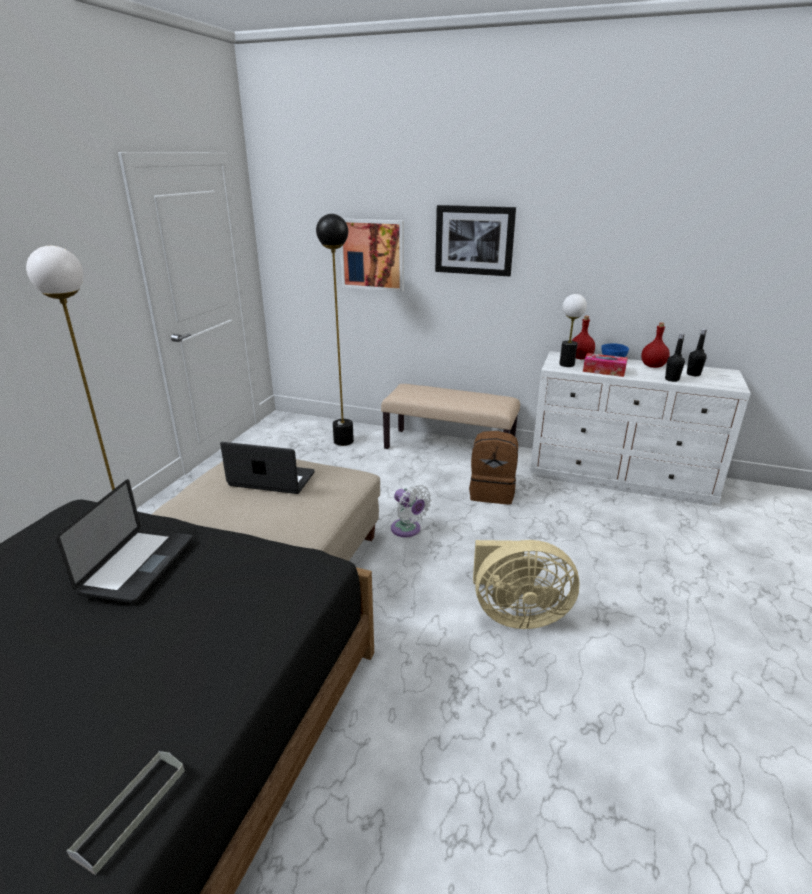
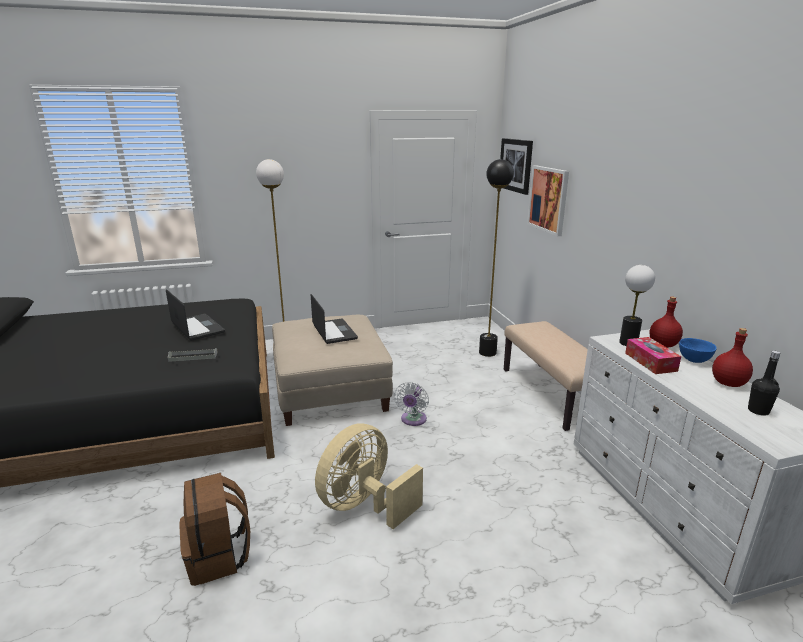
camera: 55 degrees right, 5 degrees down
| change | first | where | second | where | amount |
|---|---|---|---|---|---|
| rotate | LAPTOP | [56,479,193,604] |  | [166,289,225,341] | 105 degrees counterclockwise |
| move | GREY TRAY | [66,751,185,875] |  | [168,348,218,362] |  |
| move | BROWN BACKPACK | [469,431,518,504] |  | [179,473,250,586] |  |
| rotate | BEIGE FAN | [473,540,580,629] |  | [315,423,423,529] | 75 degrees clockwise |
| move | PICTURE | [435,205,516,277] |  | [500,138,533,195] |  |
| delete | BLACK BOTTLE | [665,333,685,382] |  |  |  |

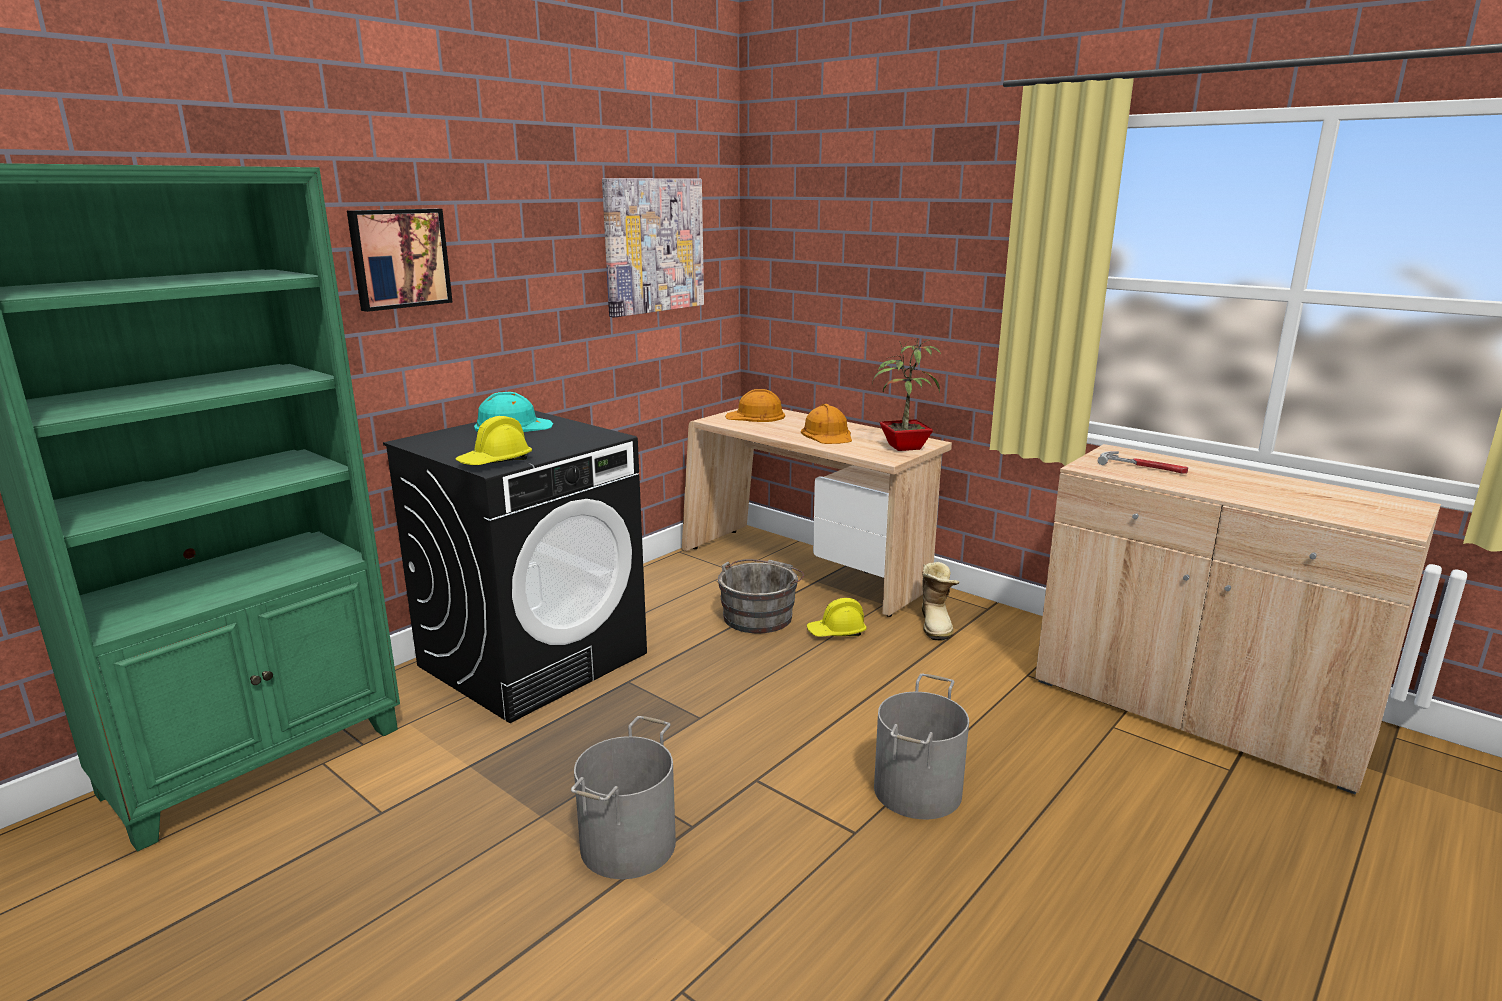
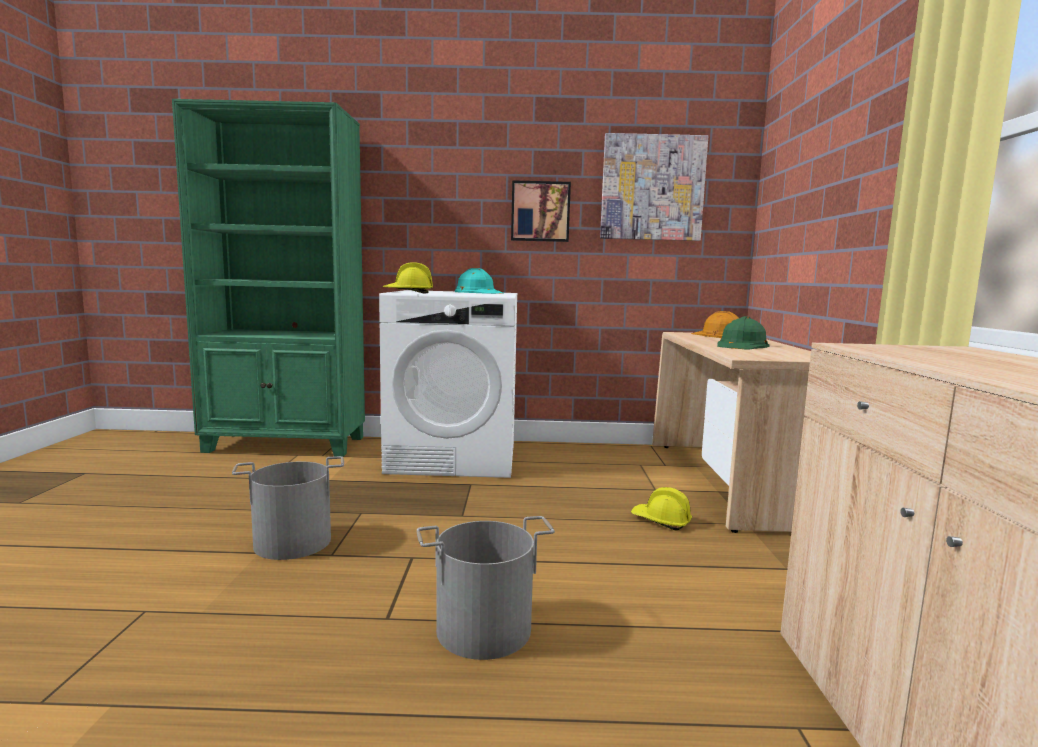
camera: 50 degrees right, 10 degrees down
| change | first | where | second | where | amount |
|---|---|---|---|---|---|
| recolor | BLACK WASHING MACHINE | [383,410,647,723] | WHITE WASHING MACHINE | [379,290,517,478] |  |
| move | PICTURE | [347,209,453,312] |  | [511,180,571,242] |  |
| recolor | ORANGE HARD HAT | [801,404,852,444] | GREEN HARD HAT | [717,316,769,349] |  |
| delete | GREY BUCKET | [718,559,804,633] |  |  |  |
| delete | POTTED PLANT | [872,338,941,451] |  |  |  |
| delete | BOOT | [922,562,960,641] |  |  |  |
| delete | HAMMER | [1098,451,1188,474] |  |  |  |

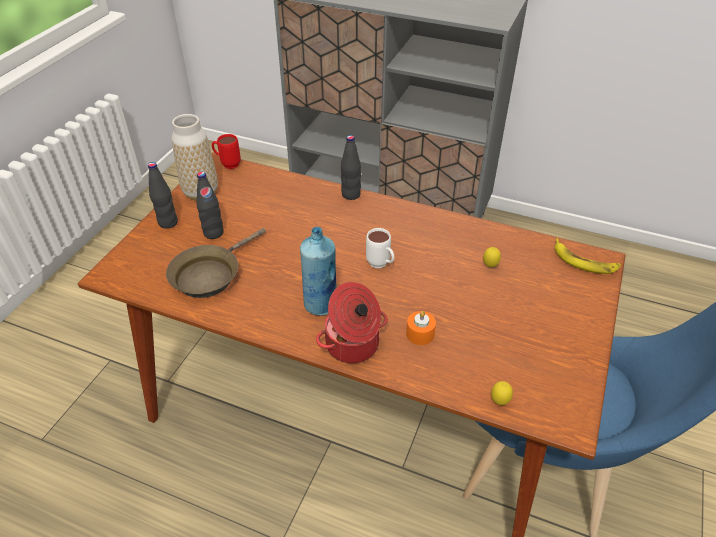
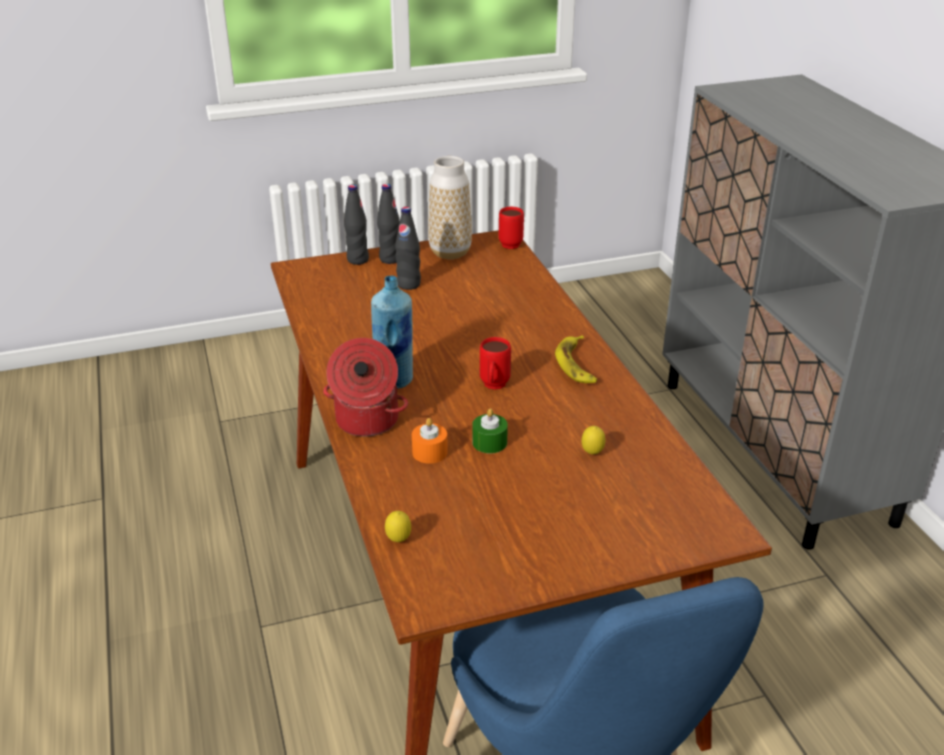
camera: 50 degrees right, 10 degrees down
| change | first | where | second | where | amount |
|---|---|---|---|---|---|
| move | BLACK BOTTLE | [341,135,361,200] |  | [344,184,369,265] |  |
| insert |  |  | GREEN CANDLE | [473,408,508,454] |  |
| recolor | WHITE MUG | [366,228,394,268] | RED MUG | [480,337,511,390] |  |
| move | BANANA | [555,239,621,274] |  | [555,335,597,383] |  |
| delete | BROWN FRYING PAN | [166,228,266,298] |  |  |  |

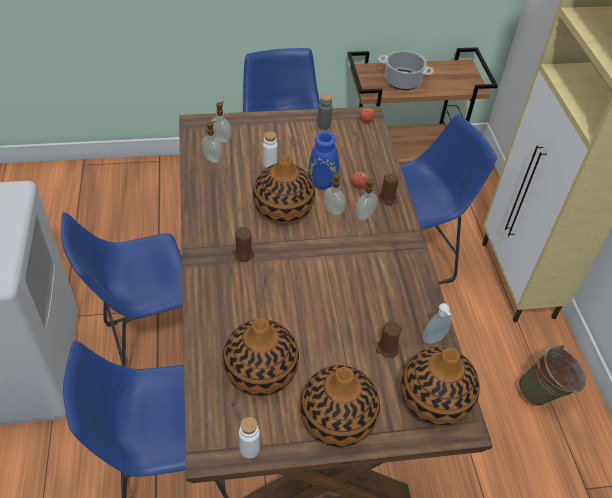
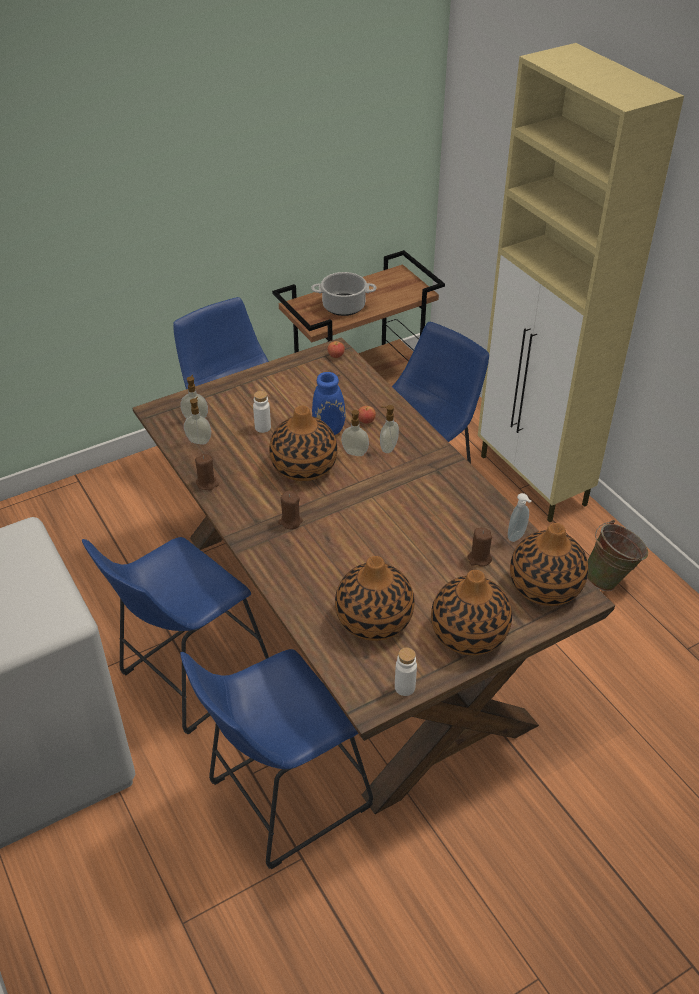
camera: 20 degrees left, 5 degrees down
| change | first | where | second | where | amount |
|---|---|---|---|---|---|
| move | BROWN CANDLE | [379,174,399,206] |  | [195,454,219,491] |  |
| delete | GREY BOTTLE | [317,94,332,130] |  |  |  |

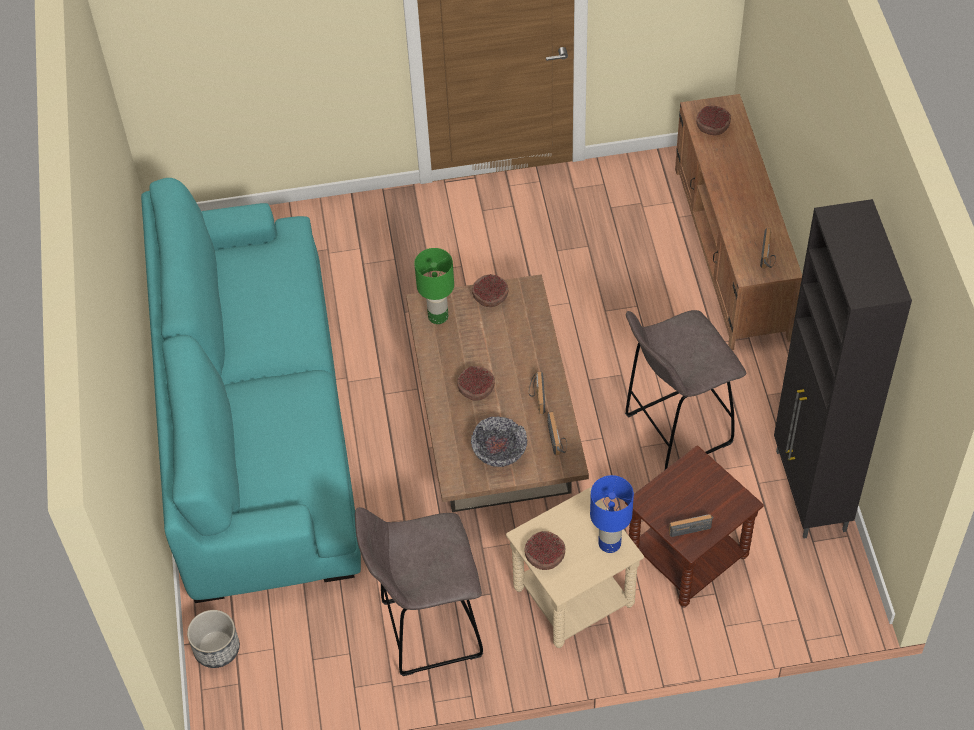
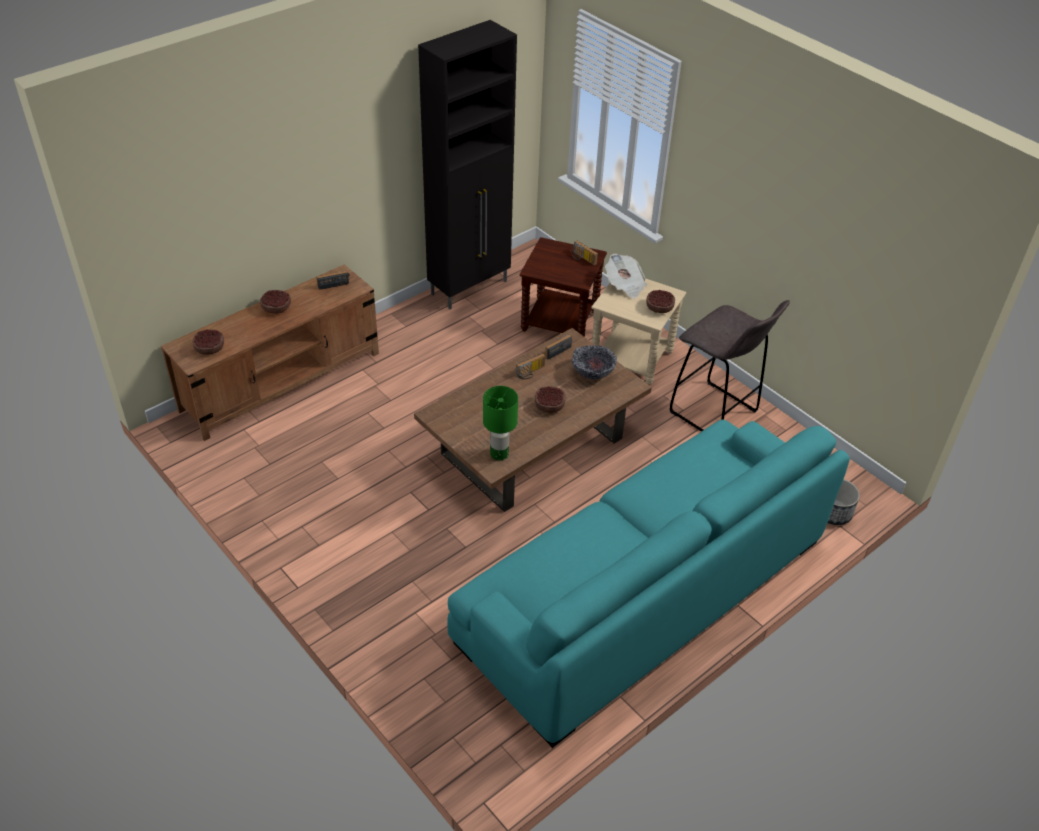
camera: 125 degrees left, 10 degrees down
| change | first | where | second | where | amount |
|---|---|---|---|---|---|
| move | BOWL | [472,274,508,307] |  | [260,290,291,314] |  |
| replace | BLUE TABLE LAMP | [590,475,634,553] | NEWSPAPER | [605,253,647,299] |  |
| delete | GREY STOOL | [625,310,746,470] |  |  |  |

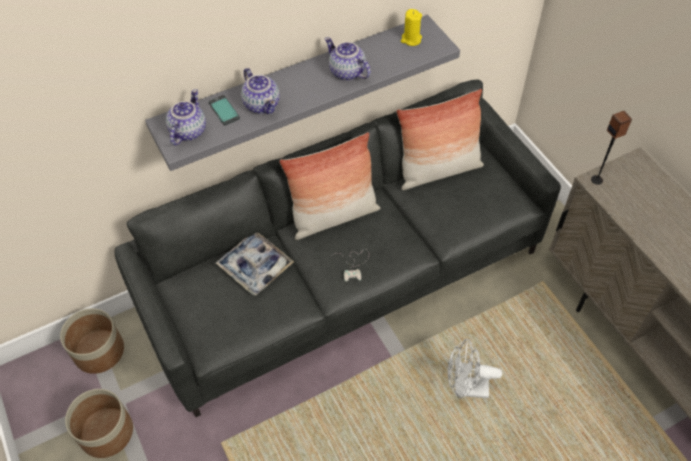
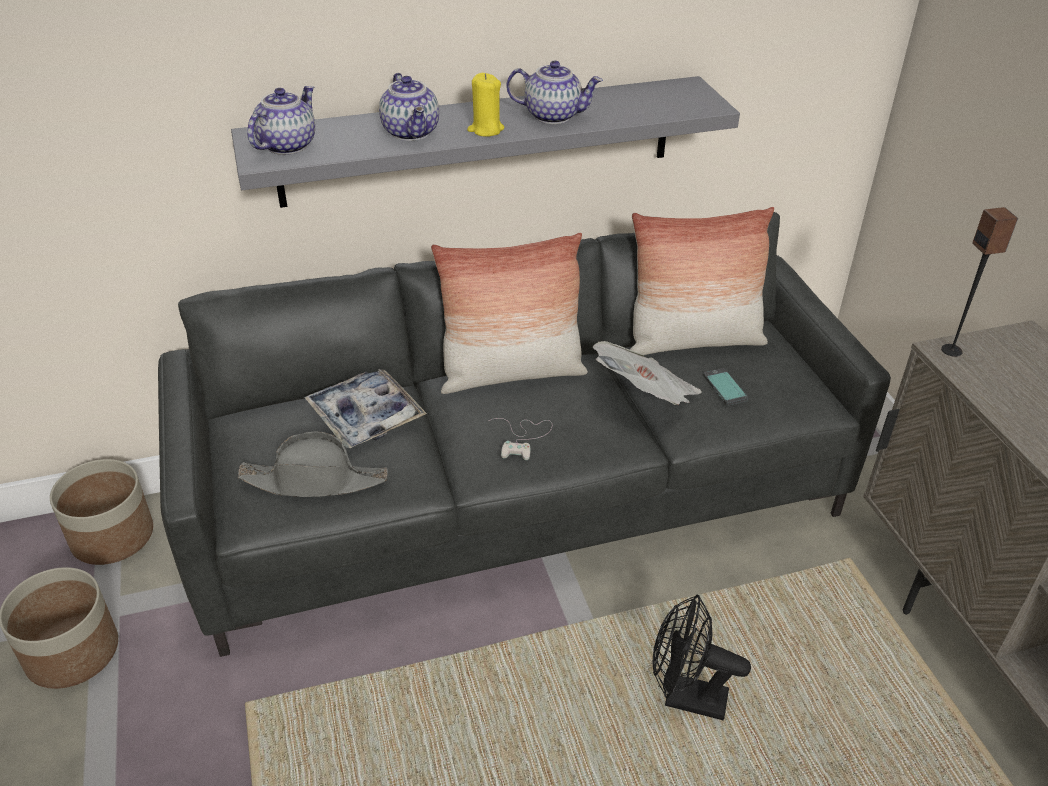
camera: 10 degrees right, 15 degrees down
| change | first | where | second | where | amount |
|---|---|---|---|---|---|
| insert |  |  | GREY HAT | [238,431,388,497] |  |
| move | YELLOW CANDLE | [401,9,422,46] |  | [467,73,504,137] |  |
| rotate | TEAPOT | [324,37,371,81] |  | [506,60,603,124] | 135 degrees clockwise |
| insert |  |  | NEWSPAPER | [593,341,702,405] |  |
| recolor | WHITE FAN | [448,338,502,399] | BLACK FAN | [653,595,751,720] |  |
| move | PHONE | [208,95,240,125] |  | [703,368,748,406] |  |

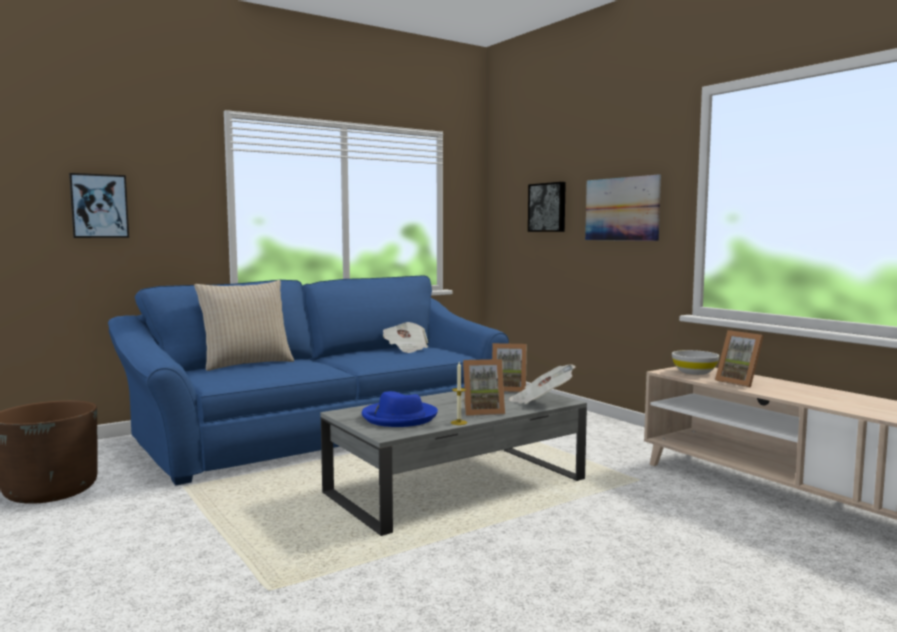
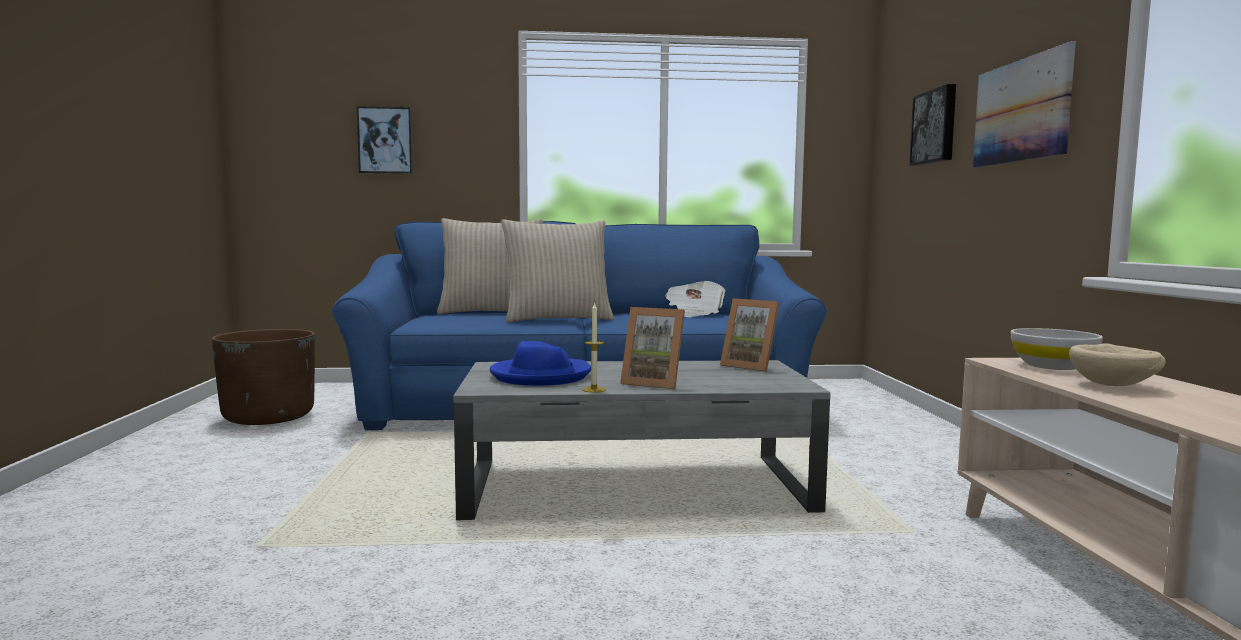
camera: 30 degrees right, 0 degrees up
| change | first | where | second | where | amount |
|---|---|---|---|---|---|
| insert |  |  | BEIGE PILLOW | [501,219,614,322] |  |
| replace | PICTURE FRAME | [715,330,764,388] | BEIGE BOWL | [1069,343,1166,386] |  |
| delete | NEWSPAPER | [509,364,576,404] |  |  |  |

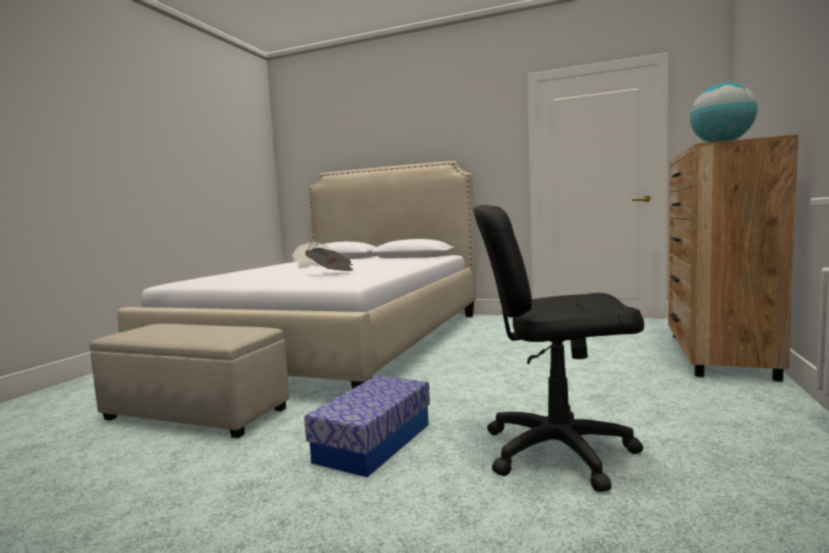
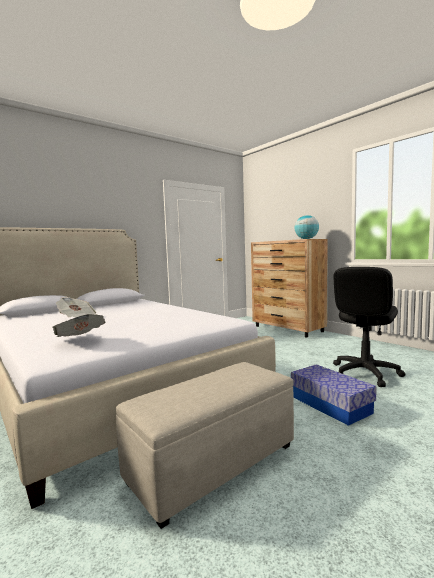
camera: 60 degrees left, 0 degrees up
| change | first | where | second | where | amount |
|---|---|---|---|---|---|
| move | NEWSPAPER | [306,248,354,271] |  | [52,314,105,337] |  |

